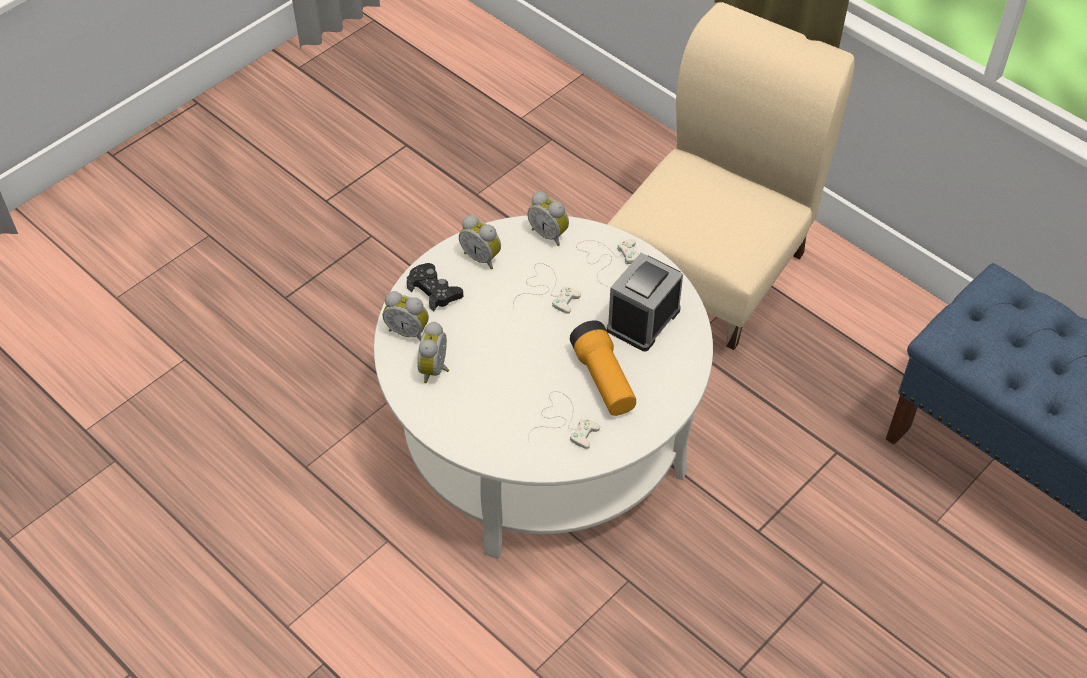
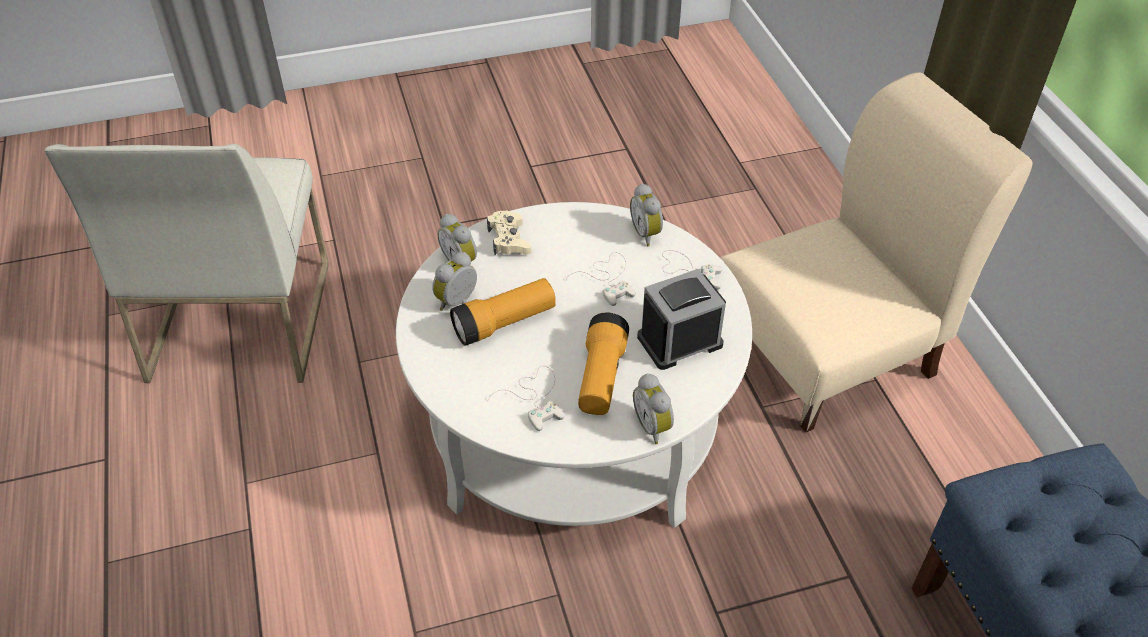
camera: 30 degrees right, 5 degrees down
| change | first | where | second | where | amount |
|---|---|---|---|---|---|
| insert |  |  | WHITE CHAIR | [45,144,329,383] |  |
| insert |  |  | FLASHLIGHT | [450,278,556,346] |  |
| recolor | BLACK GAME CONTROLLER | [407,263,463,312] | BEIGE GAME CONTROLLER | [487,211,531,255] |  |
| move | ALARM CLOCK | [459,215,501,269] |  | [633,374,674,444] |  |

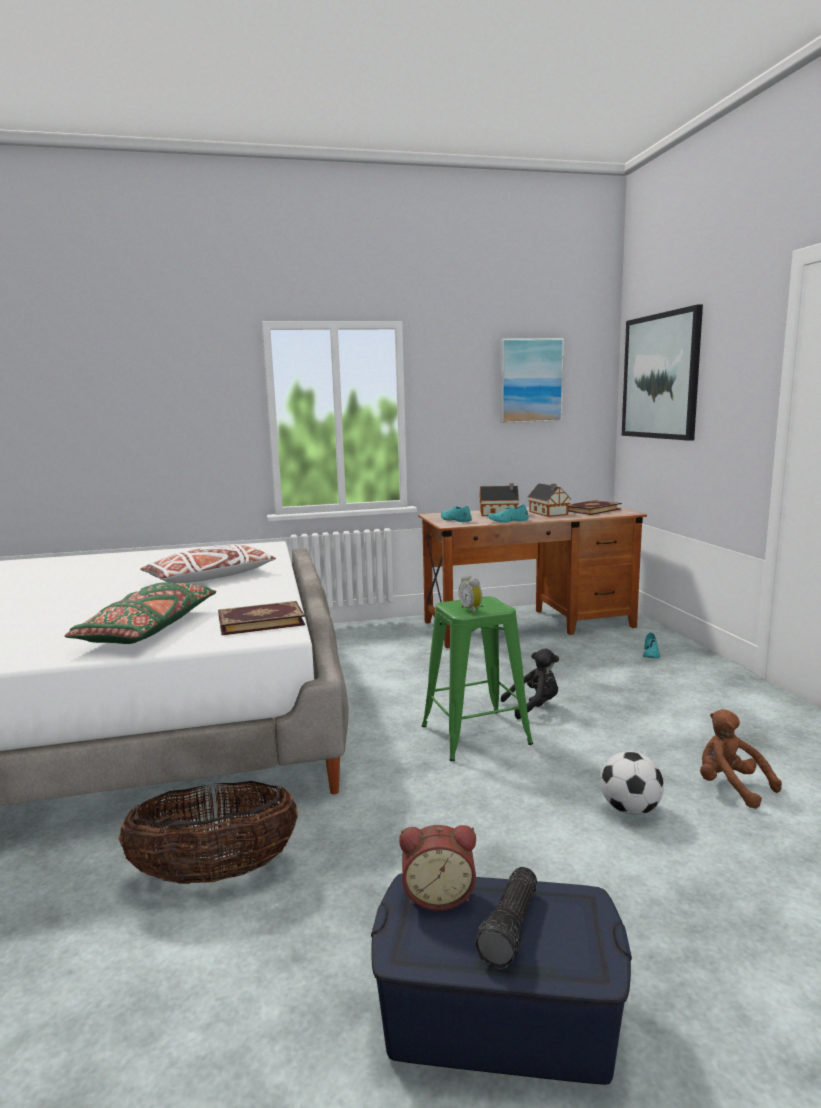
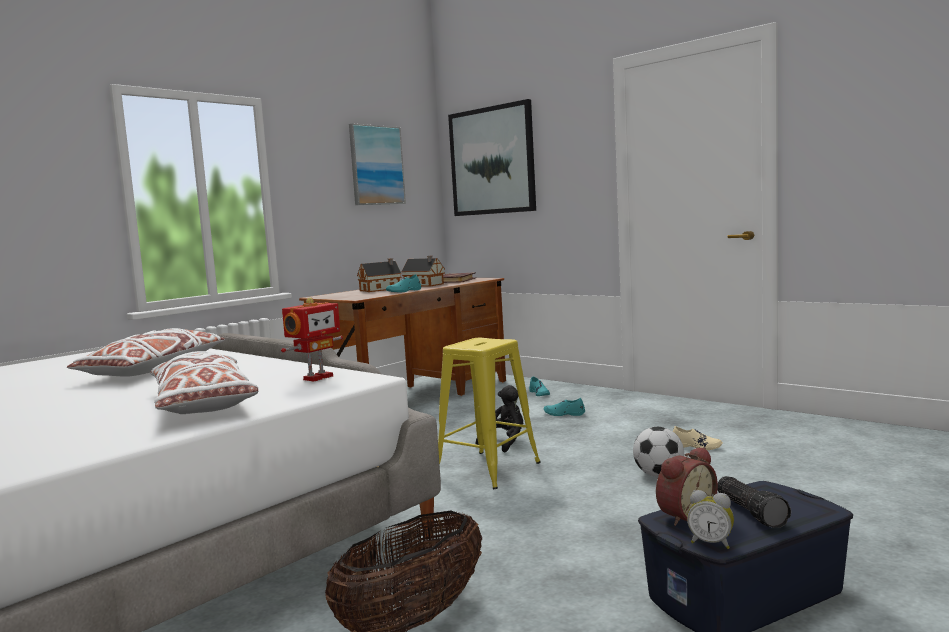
camera: 35 degrees left, 5 degrees down
| change | first | where | second | where | amount |
|---|---|---|---|---|---|
| recolor | GREEN PILLOW | [64,582,216,644] | WHITE PILLOW | [150,351,258,414] |  |
| replace | BOOK | [218,601,305,635] | TOY ROBOT | [281,297,343,382] |  |
| recolor | GREEN STOOL | [422,596,533,761] | YELLOW STOOL | [438,338,541,489] |  |
| move | TURQUOISE SHOE | [441,506,472,522] |  | [543,398,585,416] |  |
| replace | BROWN PLUSH TOY | [700,709,782,809] | BEIGE SHOE | [673,426,723,450] |  |
| move | ALARM CLOCK | [459,574,482,614] |  | [687,490,734,549] |  |

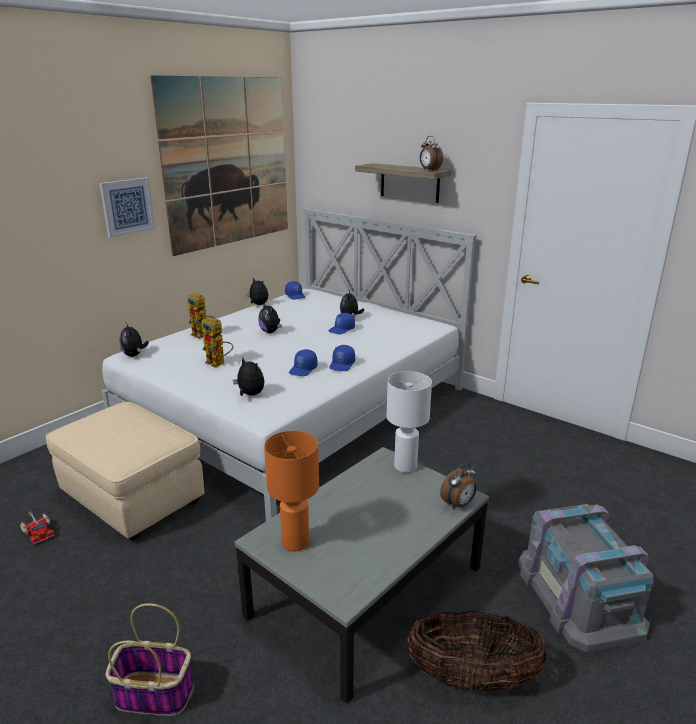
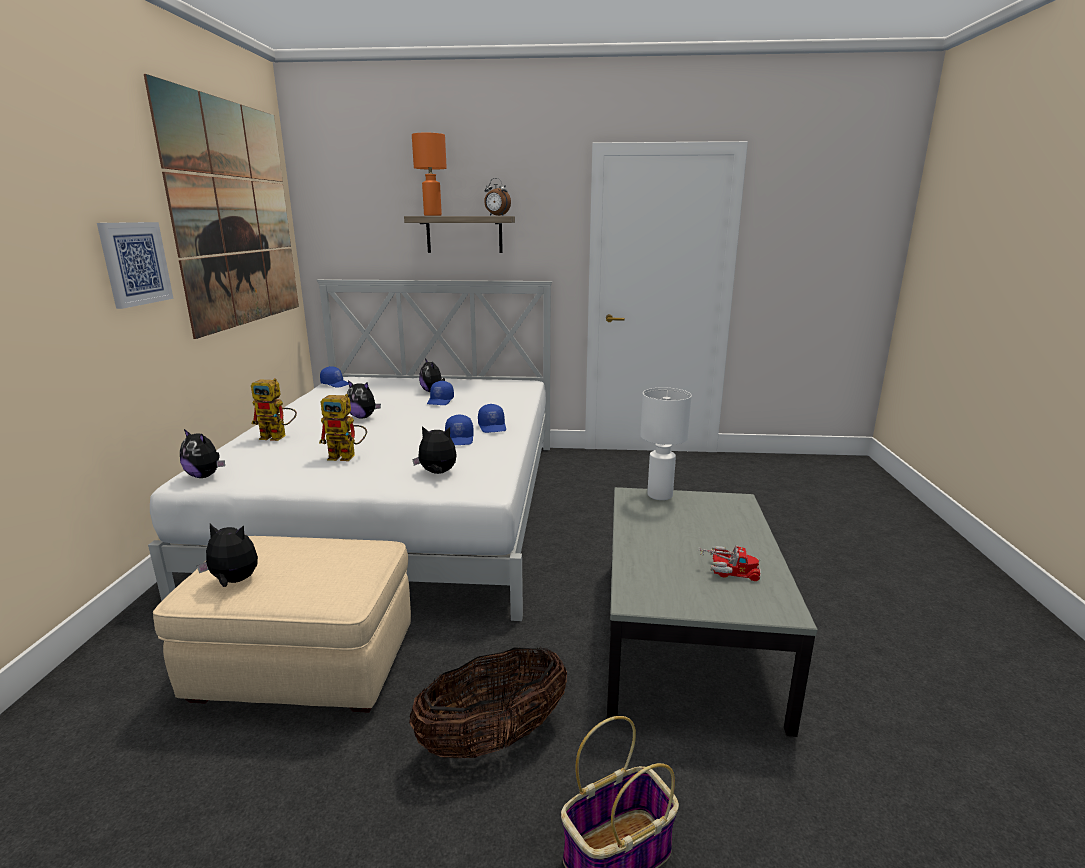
camera: 35 degrees left, 5 degrees down
| change | first | where | second | where | amount |
|---|---|---|---|---|---|
| move | PLUSH TOY | [246,277,268,305] |  | [197,524,258,587] |  |
| move | BASKET | [408,610,548,691] |  | [409,647,567,758] |  |
| move | ORANGE TABLE LAMP | [264,431,319,552] |  | [412,133,447,216] |  |
| move | TOY TRUCK | [20,511,55,545] |  | [698,545,761,581] |  |
| delete | ALARM CLOCK | [440,463,477,509] |  |  |  |
| delete | GREY STORAGE BOX | [518,504,654,652] |  |  |  |

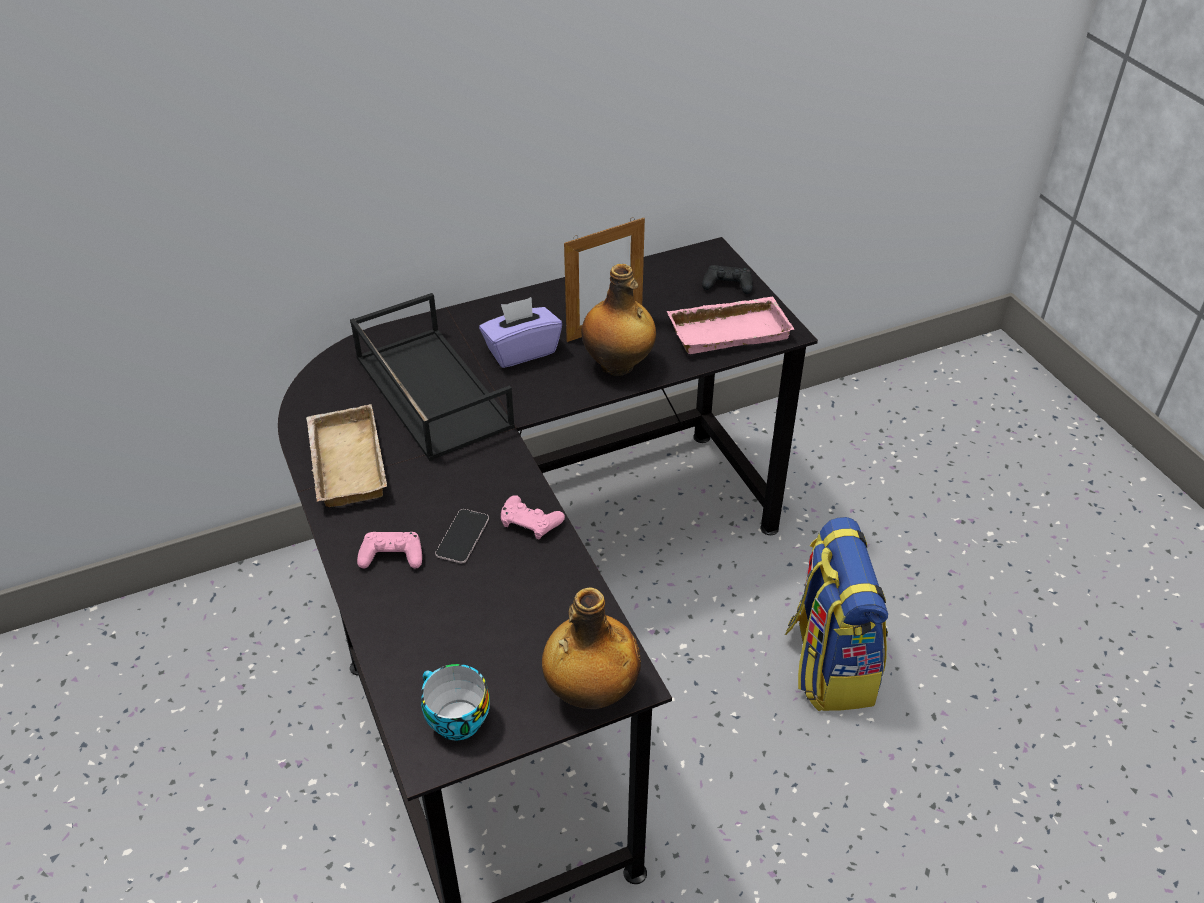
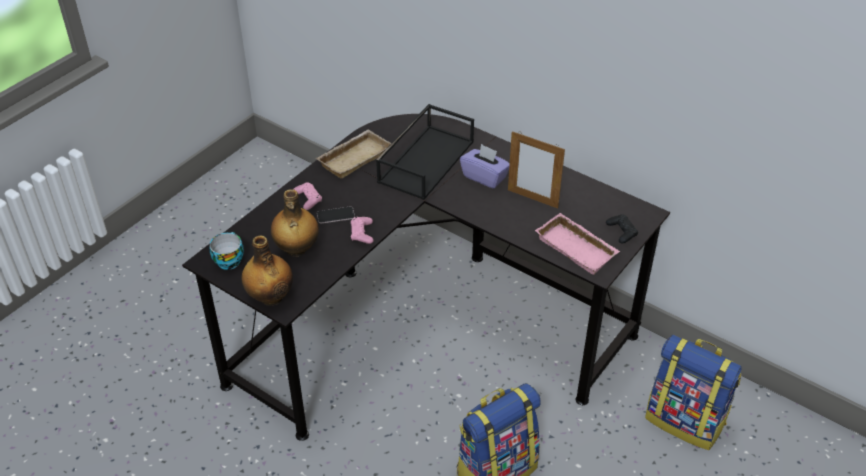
camera: 60 degrees right, 0 degrees up
| change | first | where | second | where | amount |
|---|---|---|---|---|---|
| move | BOTTLE | [582,264,656,376] |  | [271,189,319,257] |  |
| insert |  |  | BACKPACK | [645,335,742,450] |  |

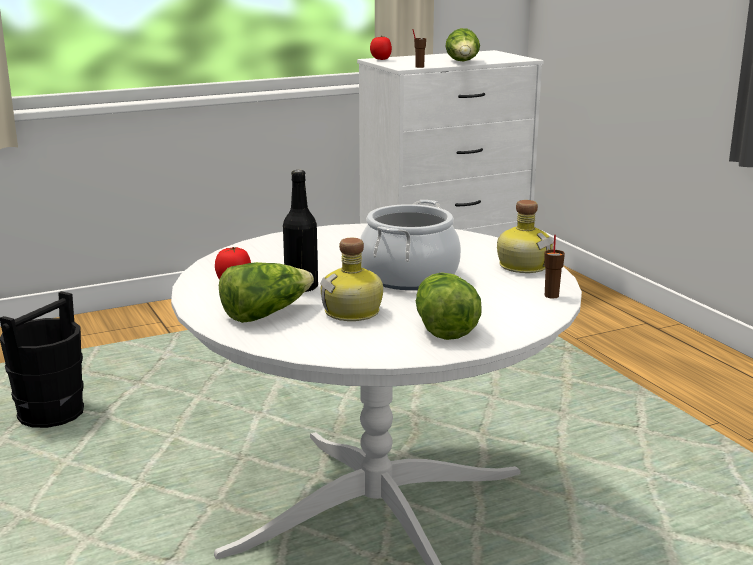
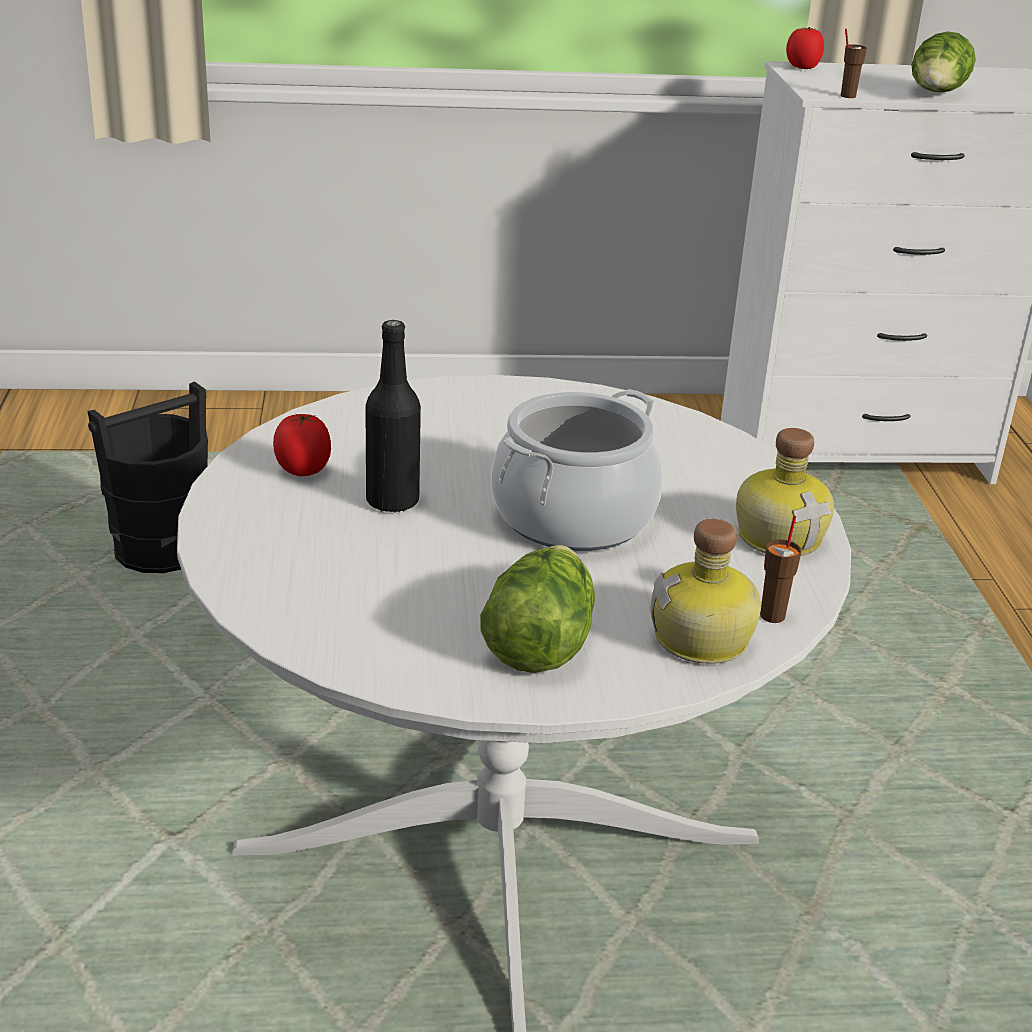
camera: 20 degrees right, 10 degrees up
| change | first | where | second | where | amount |
|---|---|---|---|---|---|
| move | BOTTLE | [320,238,383,321] |  | [651,519,761,664] |  |
| delete | LETTUCE | [219,262,314,323] |  |  |  |

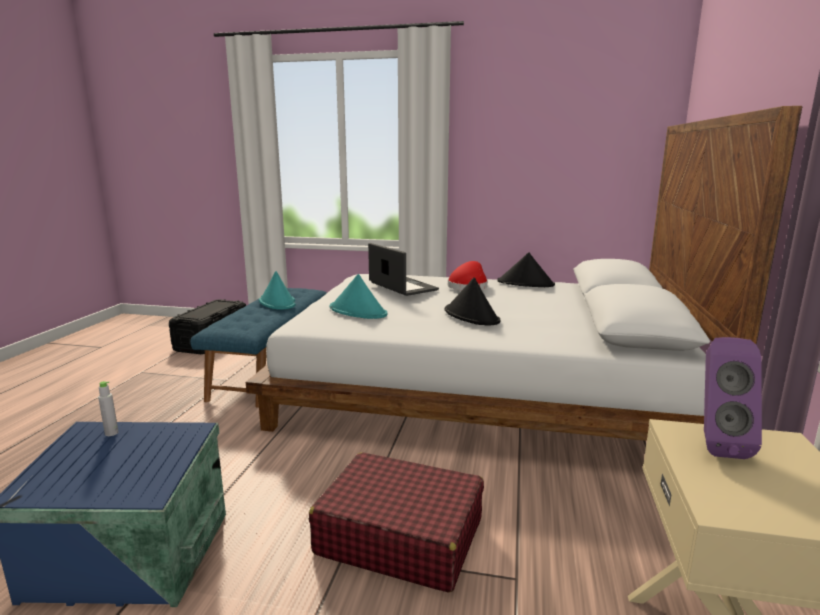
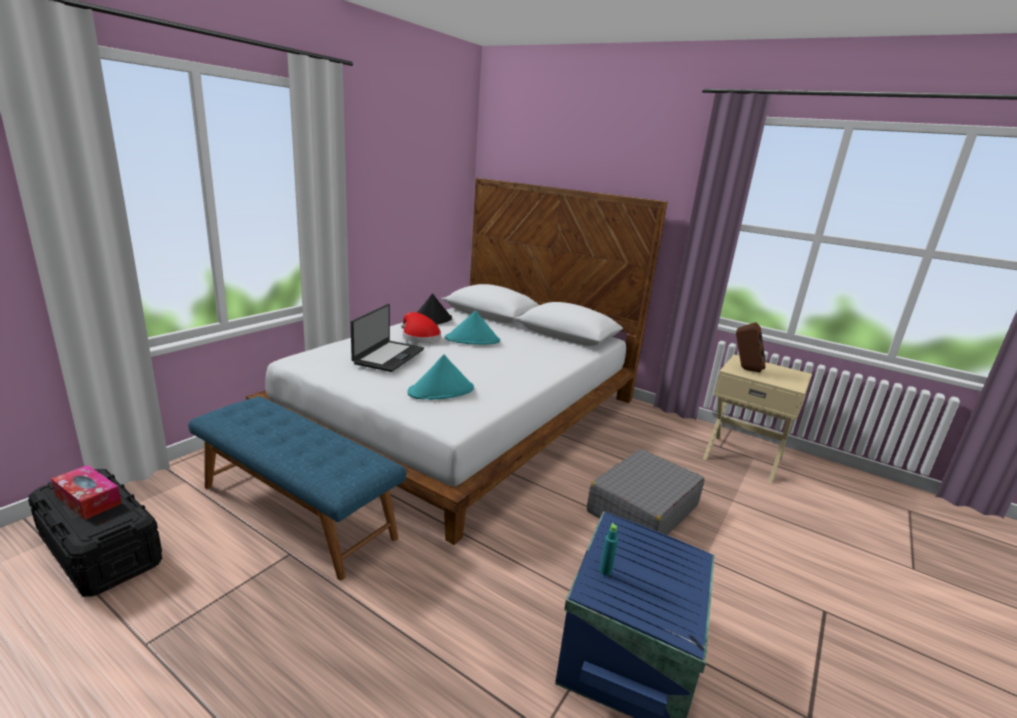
camera: 70 degrees left, 5 degrees up
| change | first | where | second | where | amount |
|---|---|---|---|---|---|
| insert |  |  | TISSUE BOX | [51,465,122,520] |  |
| rotate | LAPTOP | [368,243,439,296] |  | [351,304,424,372] | 120 degrees clockwise |
| move | TURQUOISE HAT | [259,271,296,310] |  | [445,310,500,345] |  |
| recolor | RED SUITCASE | [309,452,484,593] | GREY SUITCASE | [587,449,704,535] |  |
| recolor | GREY BOTTLE | [98,381,119,436] | TURQUOISE BOTTLE | [600,523,618,576] |  |
| recolor | PURPLE SPEAKER | [704,337,762,459] | BROWN SPEAKER | [736,322,766,373] |  |
| delete | BLACK HAT | [445,278,500,326] |  |  |  |

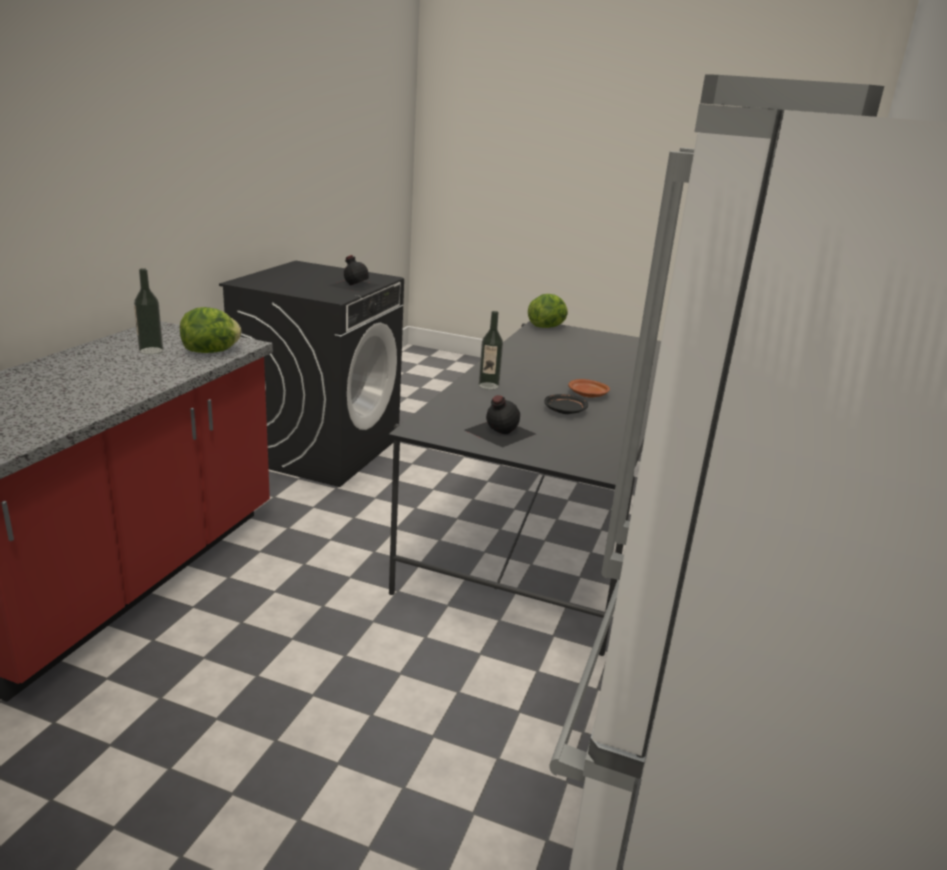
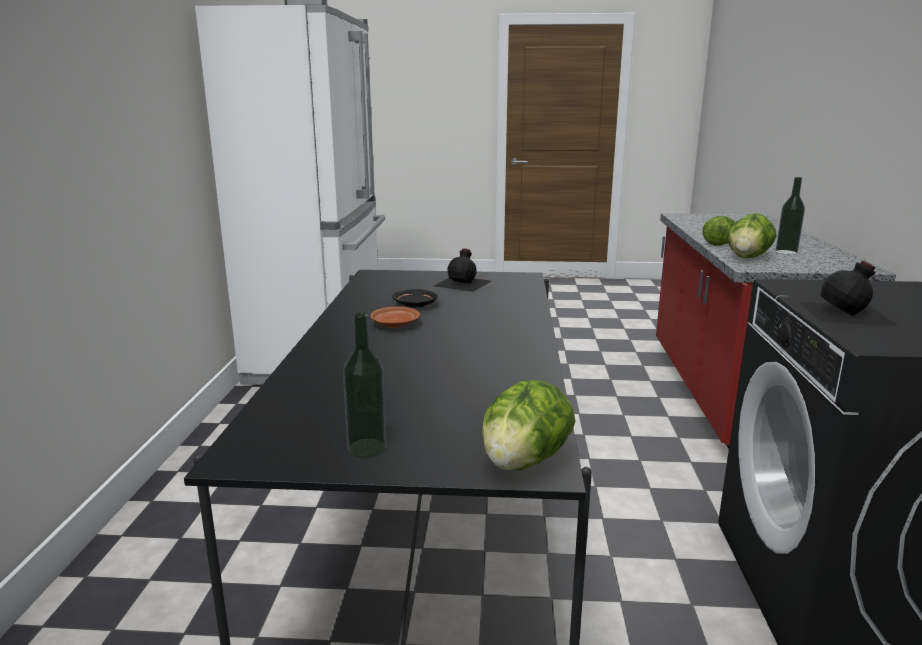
camera: 165 degrees right, 5 degrees down
| change | first | where | second | where | amount |
|---|---|---|---|---|---|
| move | BOTTLE | [479,311,503,390] |  | [343,313,386,458] |  |
| insert |  |  | LETTUCE | [703,216,735,246] |  |

